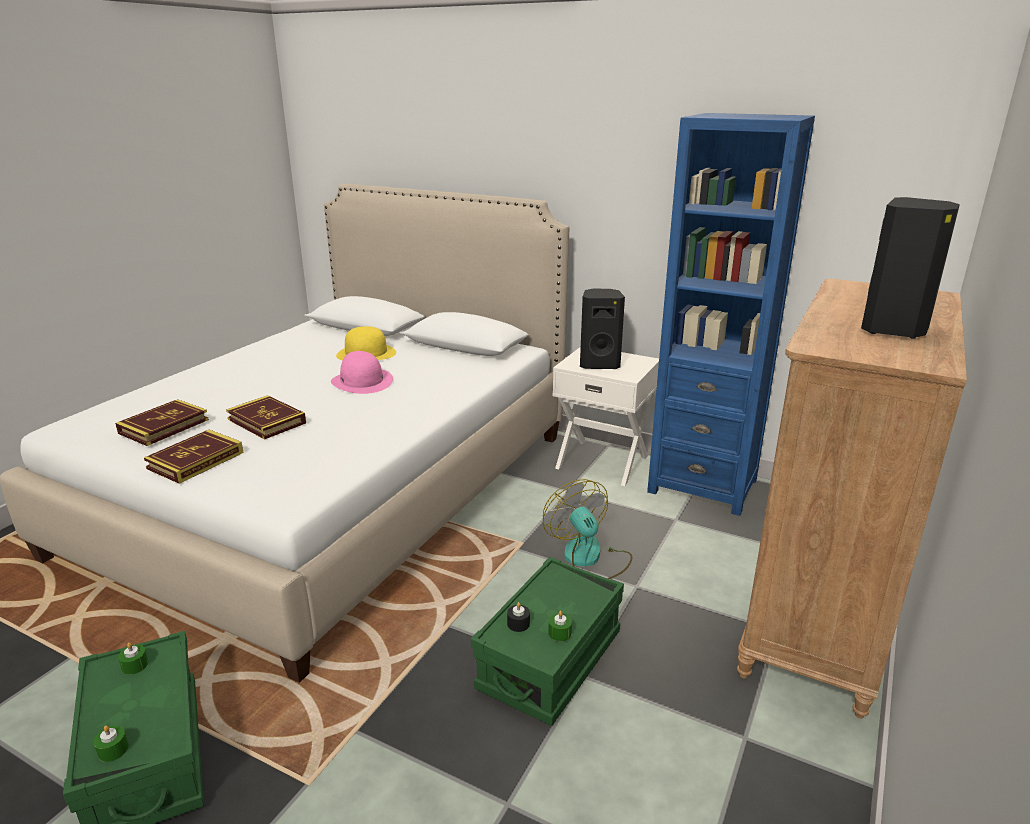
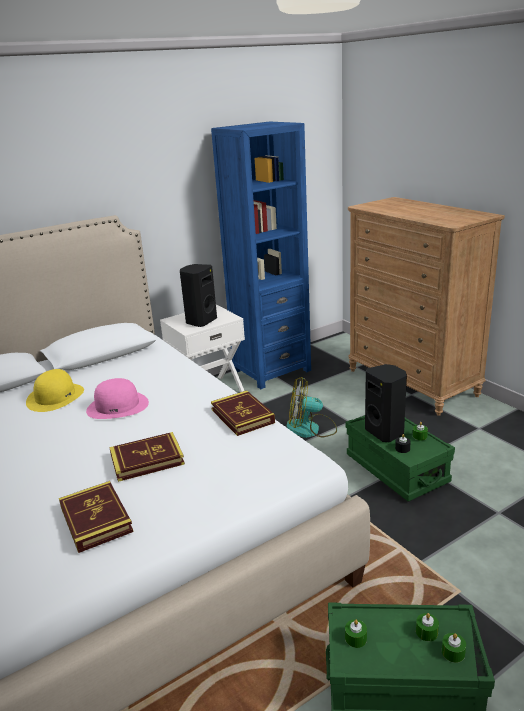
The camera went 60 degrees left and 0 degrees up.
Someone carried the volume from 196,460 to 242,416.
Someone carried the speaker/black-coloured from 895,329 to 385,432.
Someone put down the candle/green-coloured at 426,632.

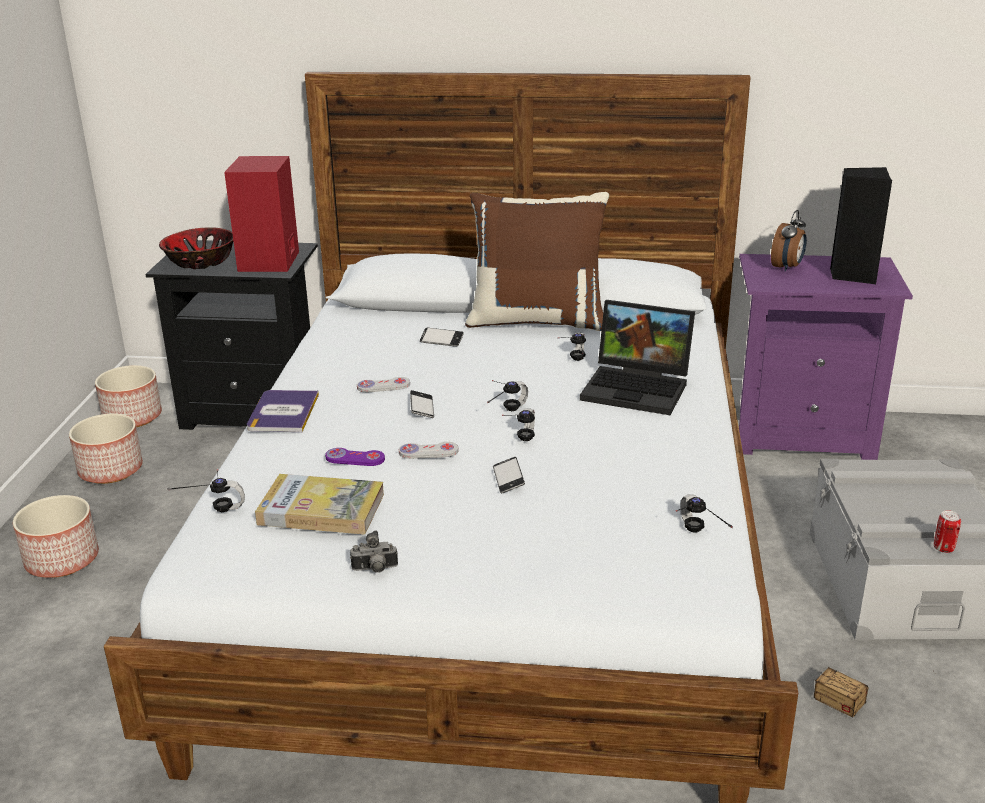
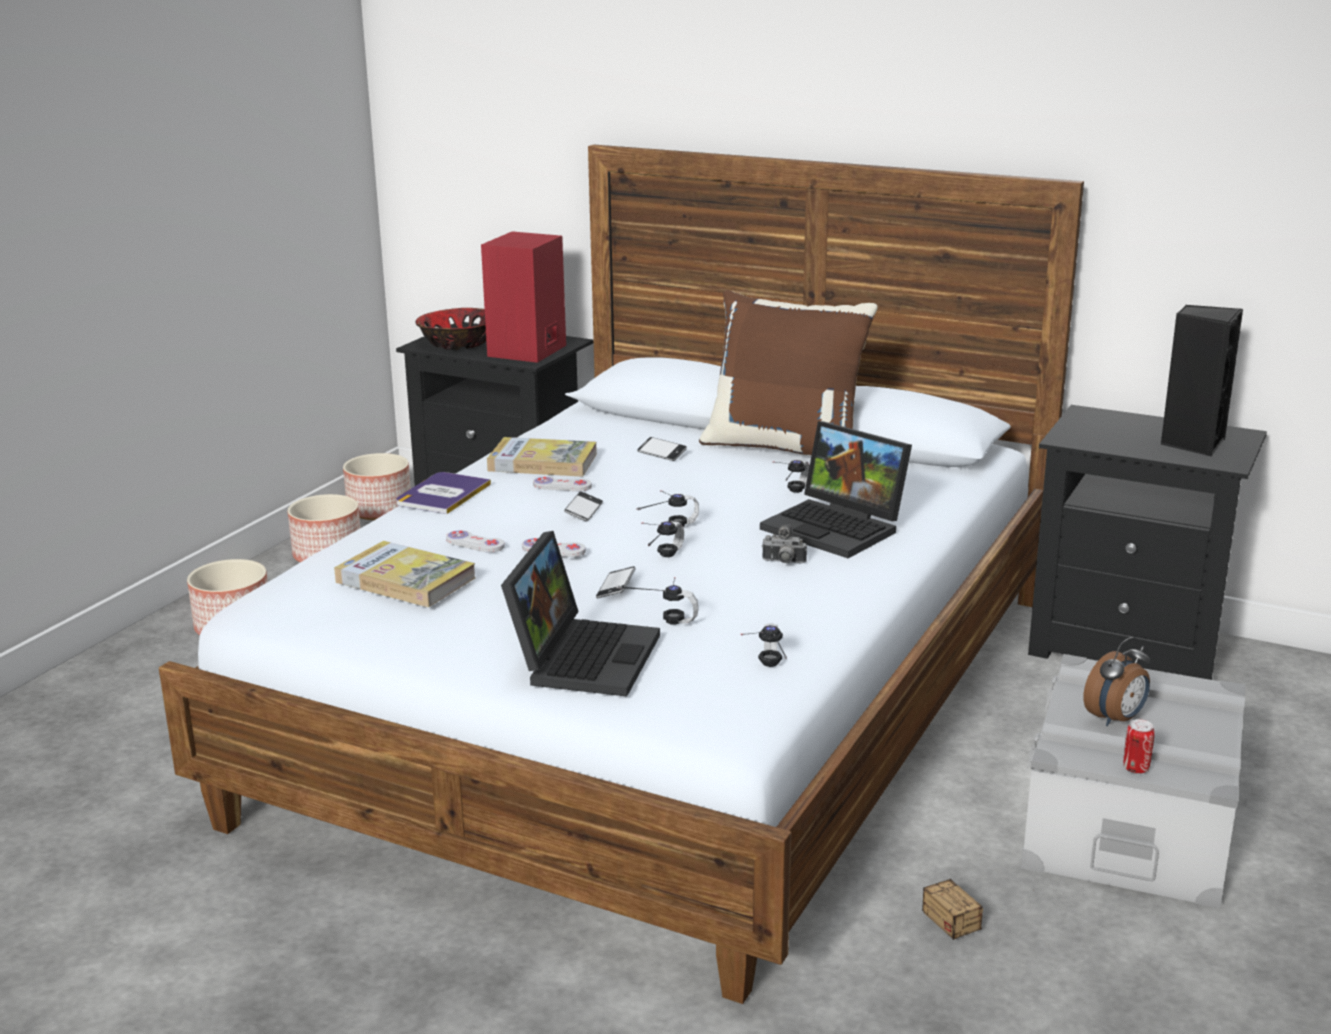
The camera went 20 degrees right and 5 degrees down.
Someone carried the pair of headphones from 212,505 to 662,616.
Someone repainted the game controller/purplish at 355,458, which became the game controller/white at 475,543.
Someone carried the photo camera from 375,570 to 783,563.
Someone repainted the night table/purplish at 801,434, which became the night table/black-coloured at 1130,647.
Someone carried the alarm clock from 787,267 to 1116,719.
Someone put down the volume at 542,462.
Someone put down the portable computer at 582,656.

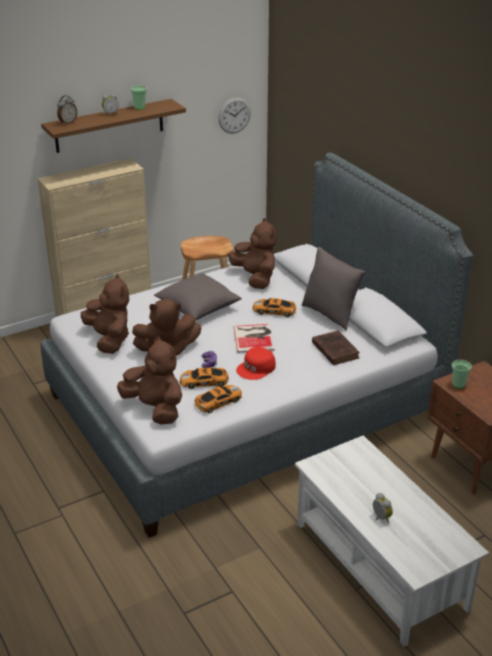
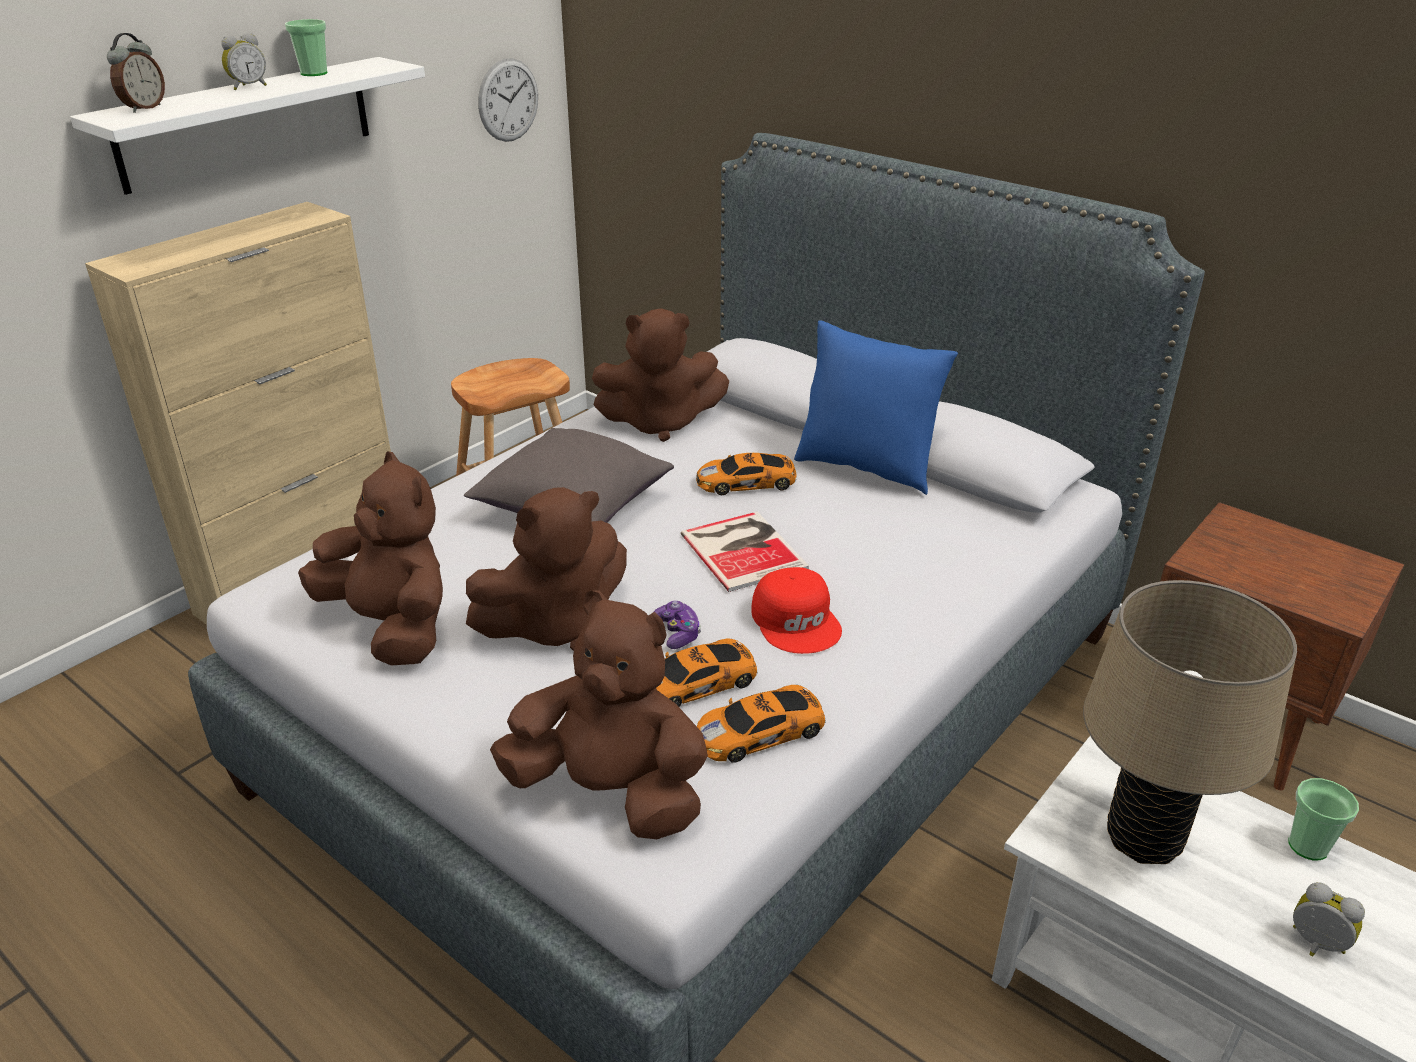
The camera went 20 degrees left and 0 degrees up.
Someone repainted the bracket shelf/brown-coloured at 109,126, which became the bracket shelf/white at 246,123.
Someone rotated the model car at 217,402 by 150 degrees counterclockwise.
Someone rotated the plush toy/brown-coloured at 255,278 by 135 degrees clockwise.
Someone rotated the peaked cap/red-coloured at 256,368 by 45 degrees counterclockwise.
Someone repainted the cushion/grey at 330,314, which became the cushion/bluish at 866,467.
Someone took away the volume/brown-coloured at 334,350.
Someone carried the cup from 458,384 to 1308,846.
Someone put down the table lamp/sand-coloured at 1143,839.

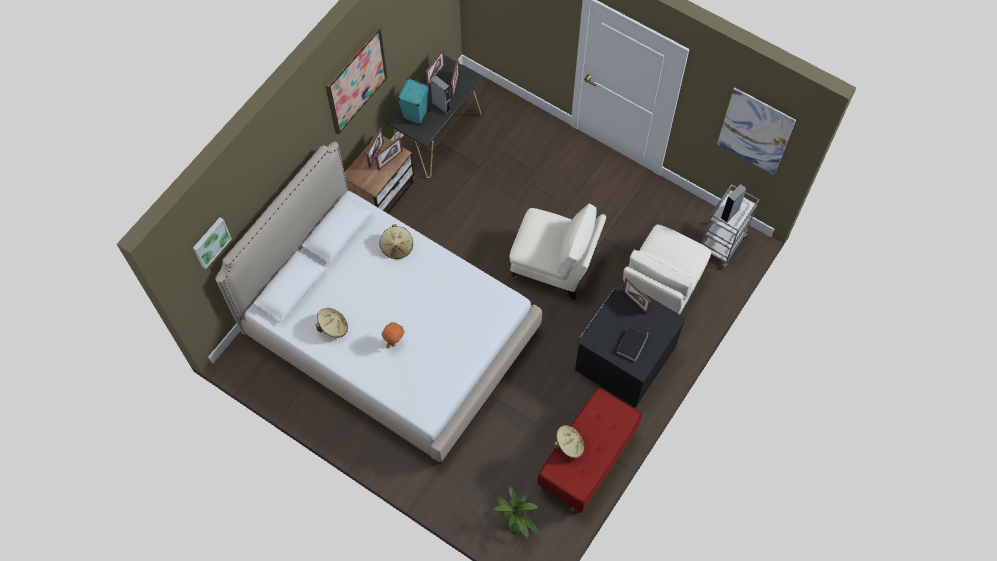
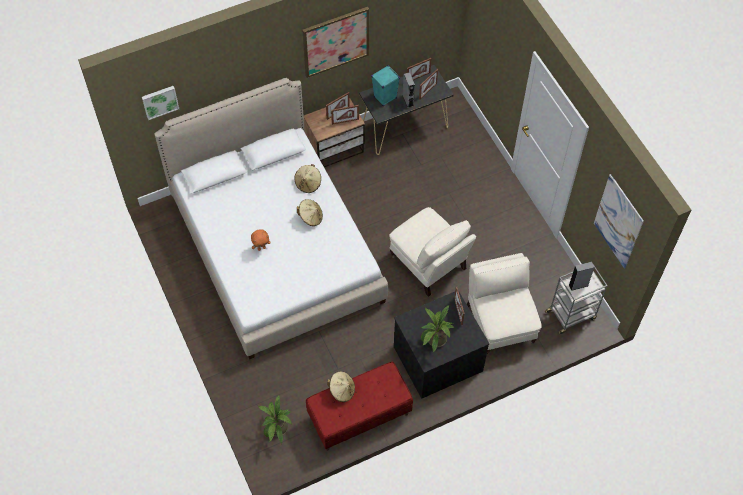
The camera went 30 degrees right and 5 degrees down.
Someone carried the clothing hat/sand-coloured from 333,327 to 310,217.
Someone swapped the volume at 632,344 for the plant in a pot at 434,340.
Someone rotated the lounge chair/sand-coloured at 660,288 by 105 degrees clockwise.

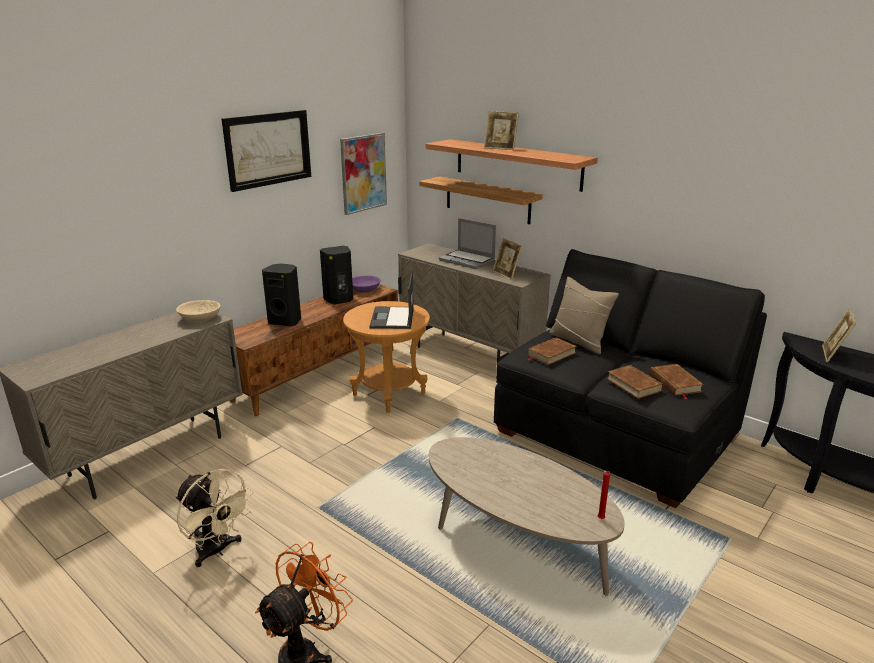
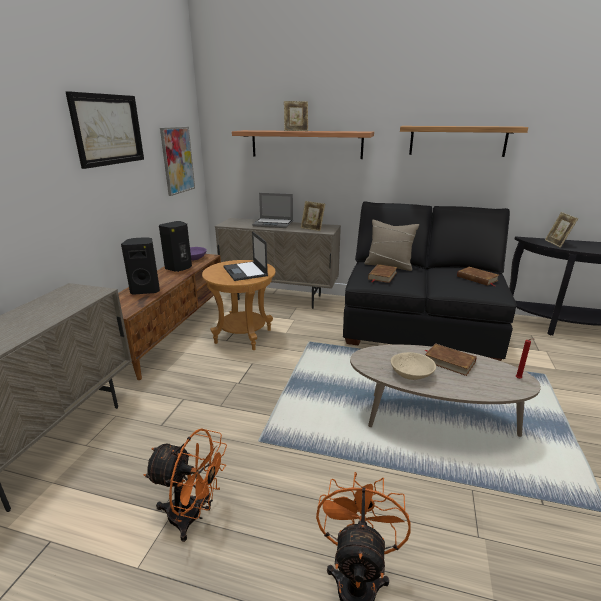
The camera went 25 degrees left and 0 degrees up.
Someone carried the serving bowl/sand-coloured from 200,318 to 411,374.
Someone repainted the electric fan/sand-coloured at 217,551, which became the electric fan/orangey at 193,516.
Someone carried the bracket shelf from 487,200 to 457,141.
Someone carried the volume/brown-coloured from 634,384 to 449,361.

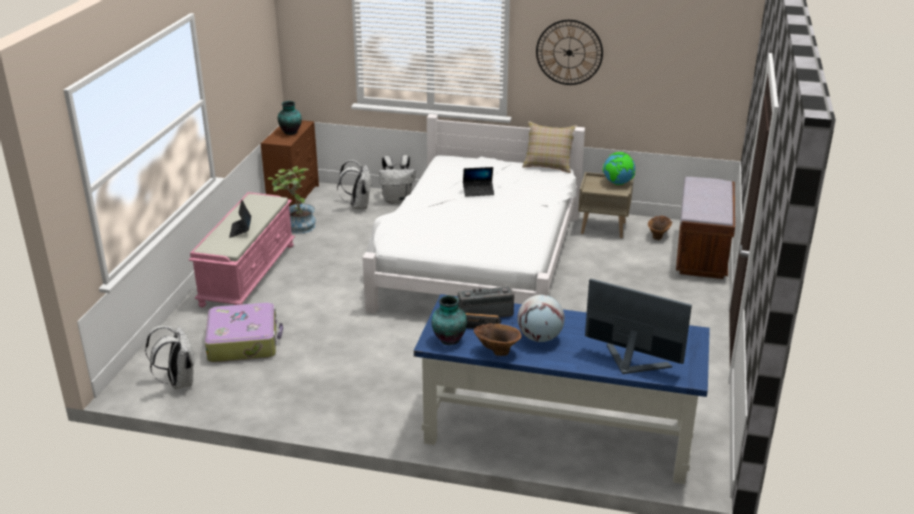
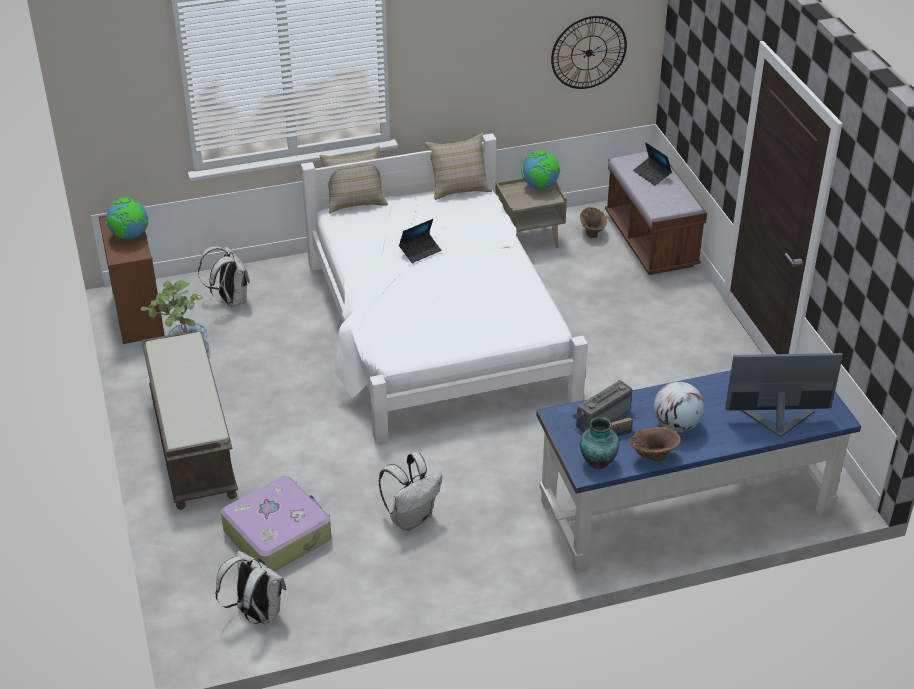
The camera went 30 degrees left and 10 degrees up.
Someone repainted the indoor bench/pinkish at 248,274, which became the indoor bench/brown-coloured at 191,443.
Someone carried the portable computer from 240,230 to 652,175.
Someone swapped the flower vase at 291,132 for the desk globe at 130,236.
Someone carried the knapsack/white from 397,200 to 411,518.
Someone carried the clock on the wall from 569,52 to 588,52.
Someone put down the cushion/sand-coloured at 355,201.

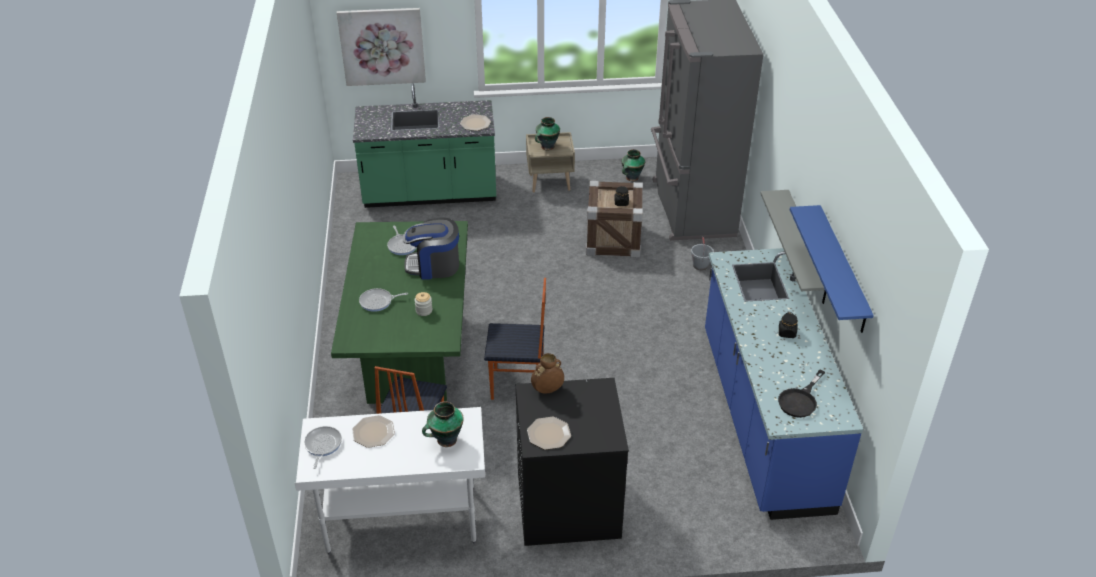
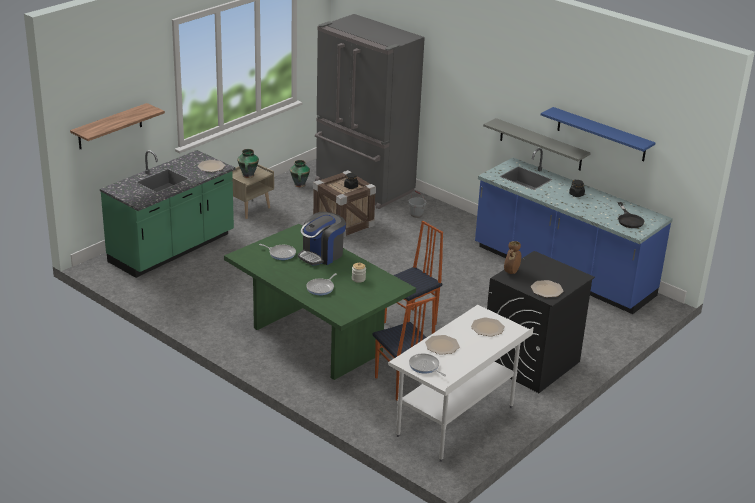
The camera went 45 degrees left and 10 degrees down.
Someone swapped the picture at 382,46 for the bracket shelf at 110,126.
Someone swapped the flower vase at 445,440 for the plate at 487,328.

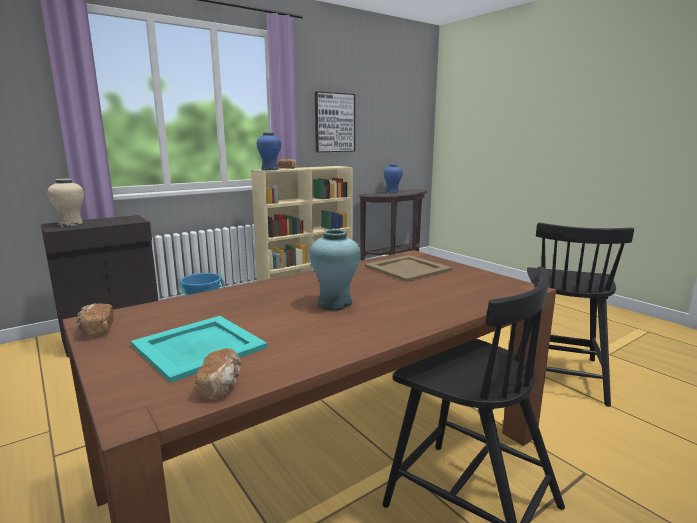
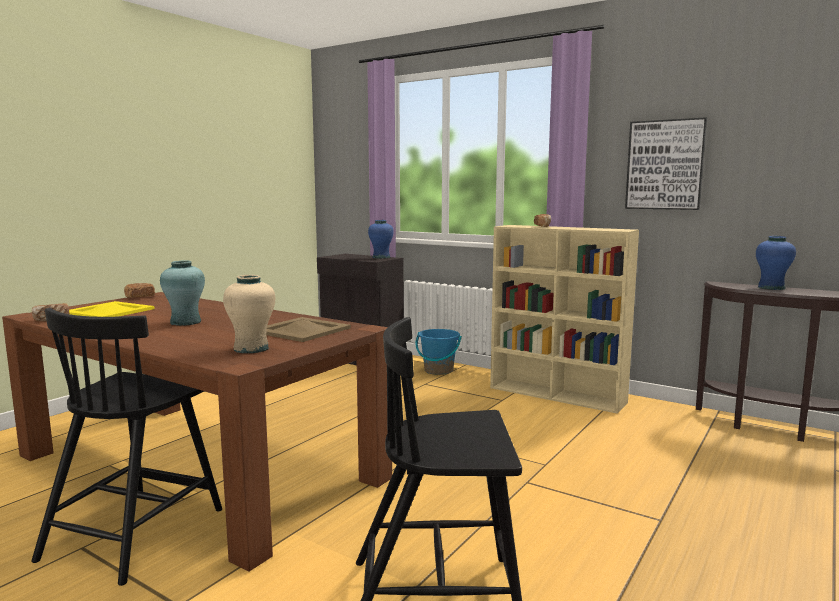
The camera went 70 degrees right and 5 degrees down.
Someone carried the flower vase/sand-coloured from 70,225 to 251,348.
Someone repainted the serving tray/turquoise-coloured at 200,346, which became the serving tray/yellow-coloured at 109,311.
Someone carried the flower vase/bluish from 270,169 to 381,257.

